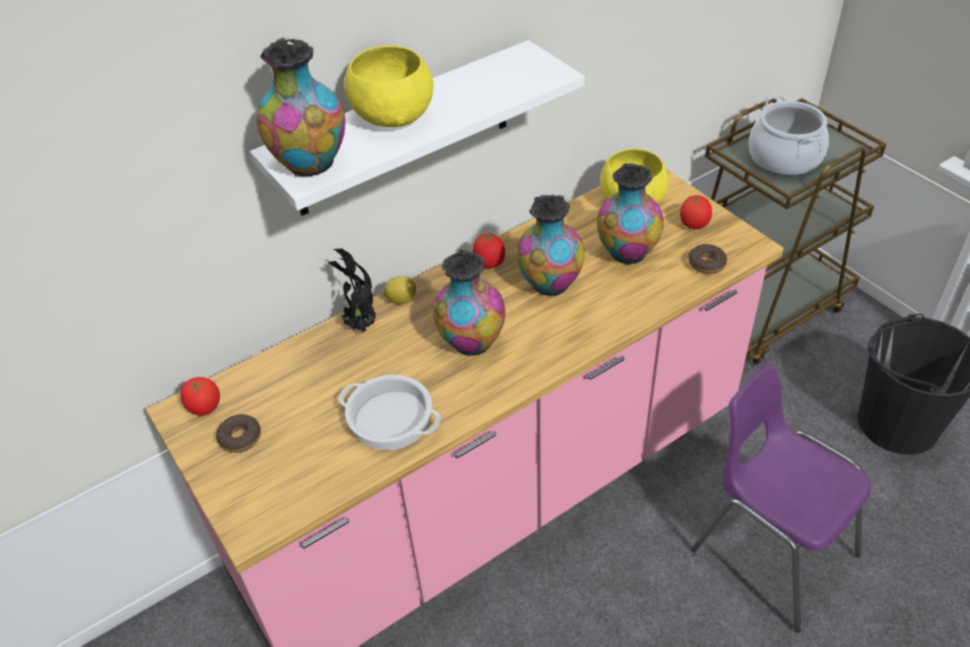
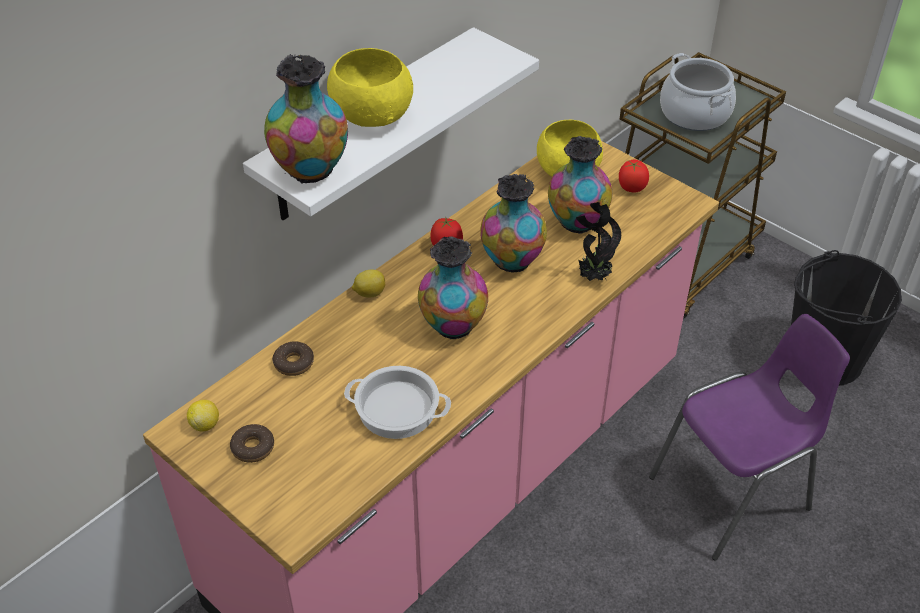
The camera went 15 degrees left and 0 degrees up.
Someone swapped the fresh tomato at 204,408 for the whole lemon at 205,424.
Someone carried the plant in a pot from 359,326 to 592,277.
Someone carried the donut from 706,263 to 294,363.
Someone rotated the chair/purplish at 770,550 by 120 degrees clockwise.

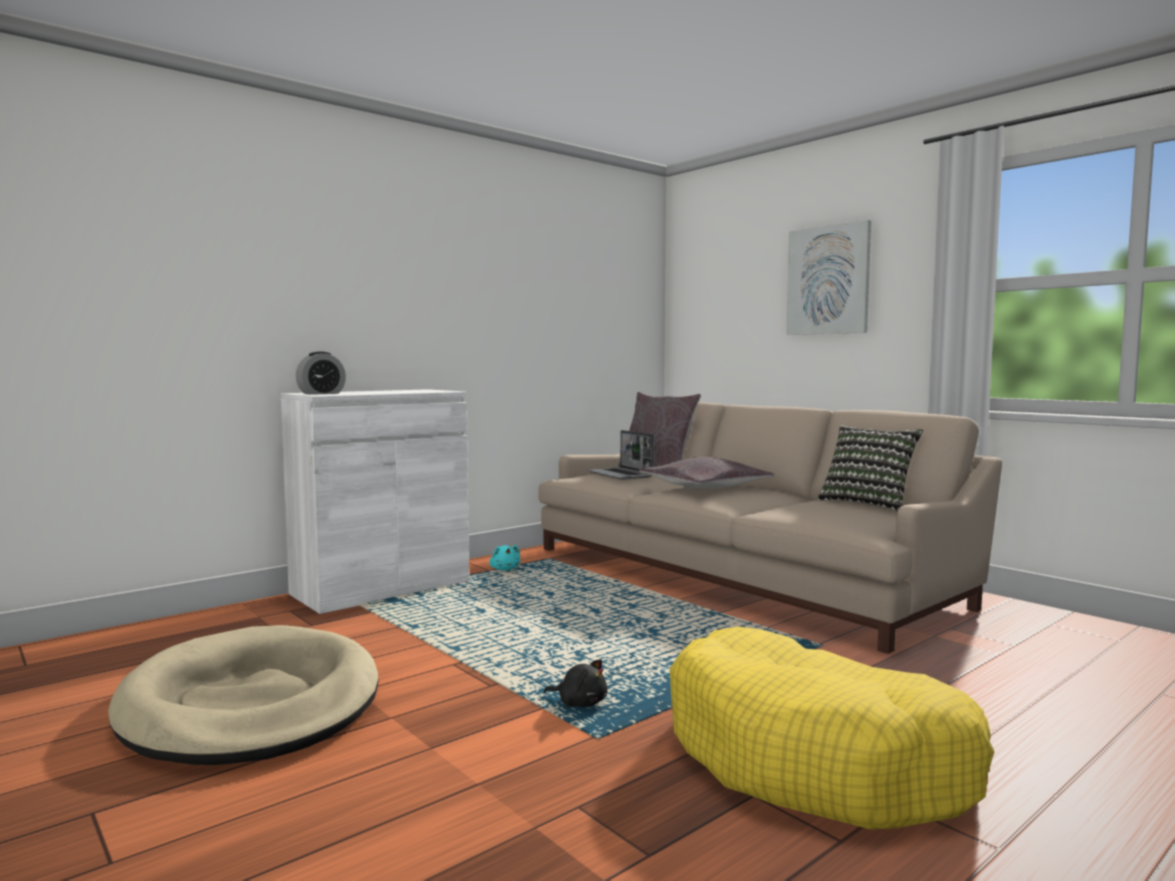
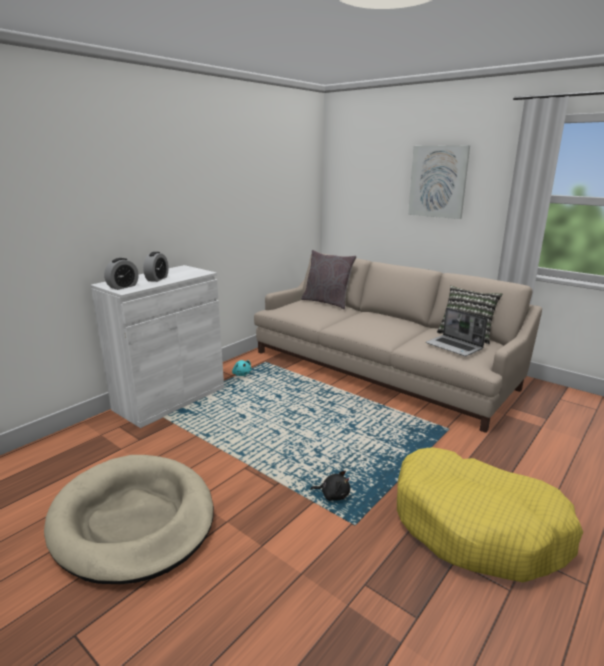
The camera went 10 degrees left and 15 degrees up.
Someone carried the portable computer from 621,475 to 454,347.
Someone took away the cushion/grey at 704,487.
Someone put down the alarm clock at 157,279.

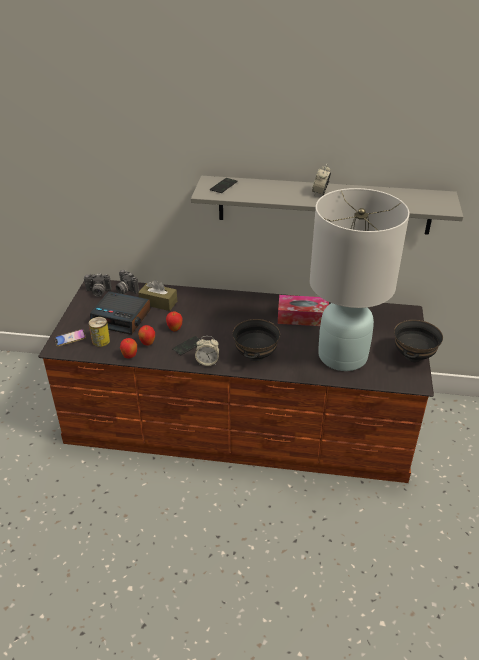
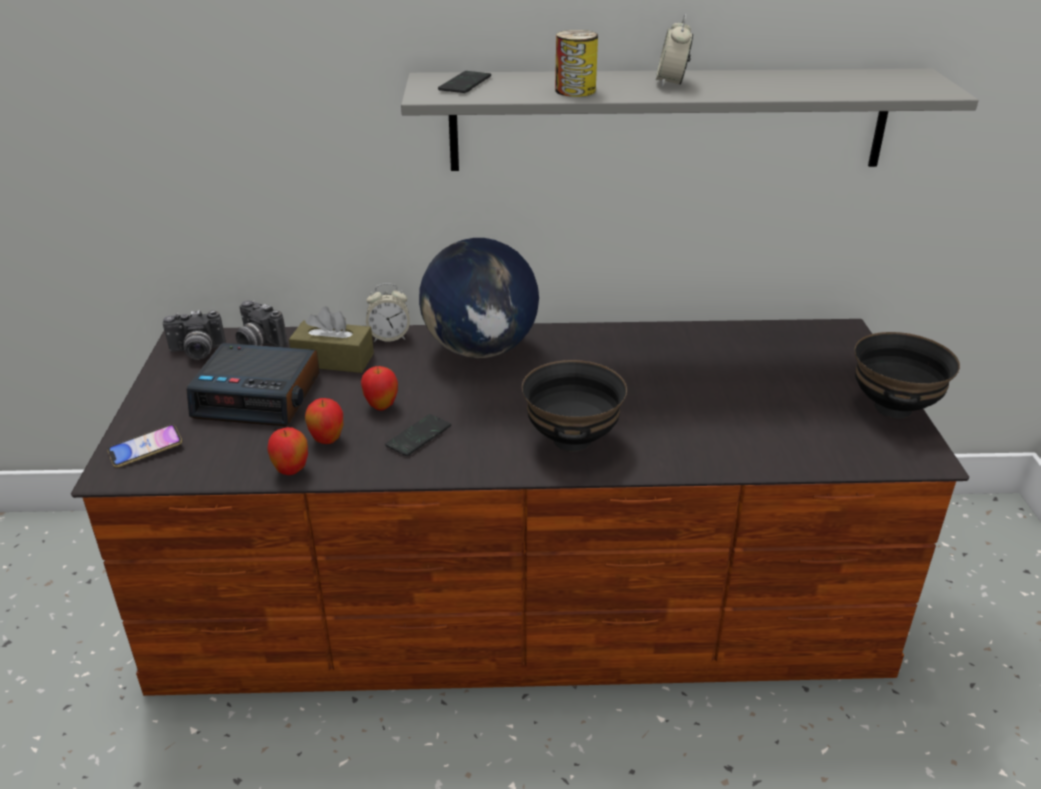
The camera went 10 degrees left and 5 degrees down.
Someone carried the can from 101,341 to 575,90.
Someone carried the alarm clock from 207,362 to 389,337.
Someone took away the tissue holder at 302,317.
Someone took away the table lamp/white at 342,356.
Someone put down the desk globe at 481,350.

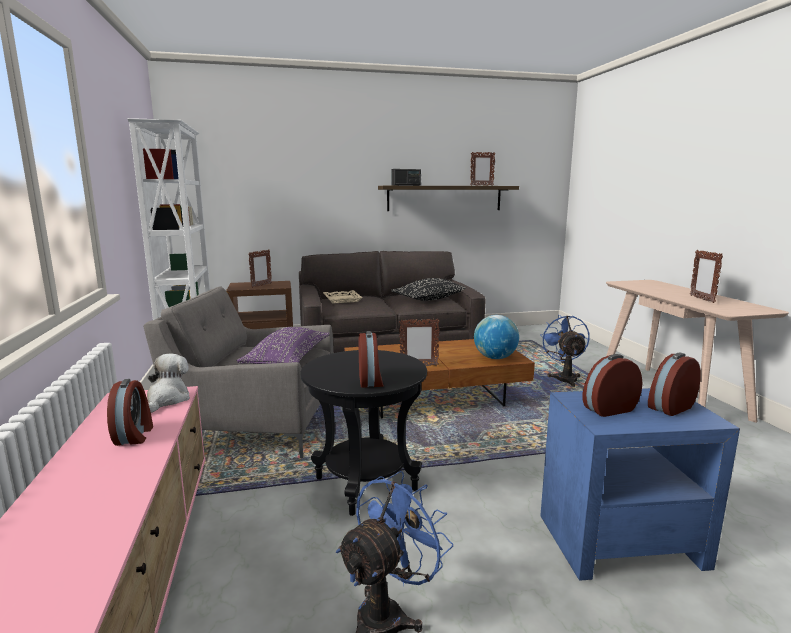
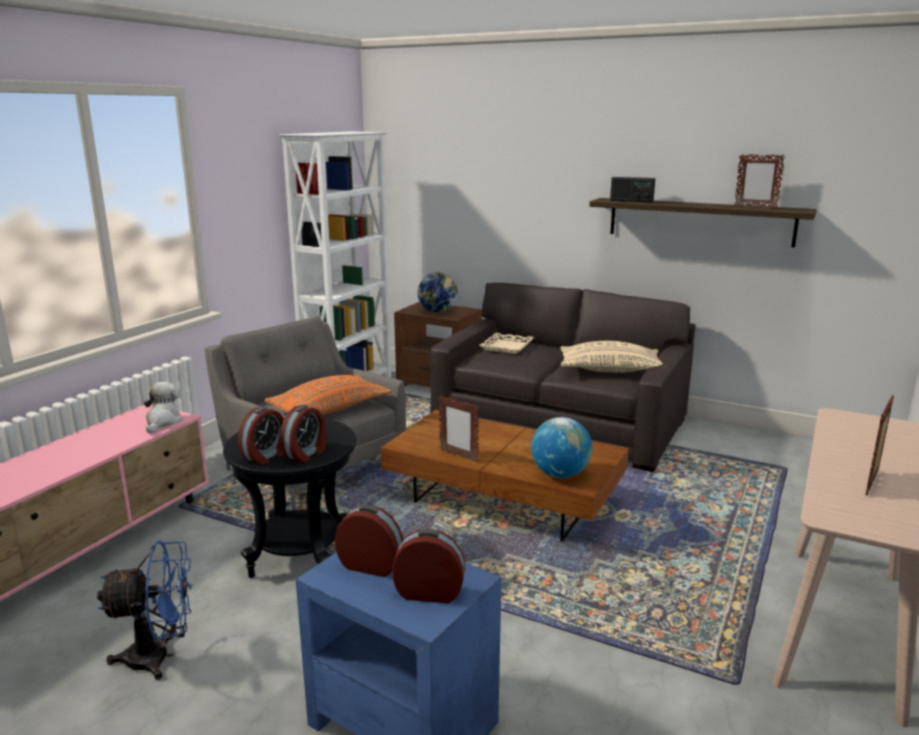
The camera went 40 degrees right and 5 degrees up.
Someone carried the alarm clock from 134,435 to 306,454.
Someone rotated the plush toy at 167,400 by 45 degrees counterclockwise.
Someone repainted the cushion/purplish at 287,359, which became the cushion/orangey at 330,409.
Someone swapped the photo frame at 261,285 for the desk globe at 437,311.
Someone repainted the cushion/black-coloured at 431,299, which became the cushion/sand-coloured at 610,370.
Someone took away the electric fan/bluish at 564,378.

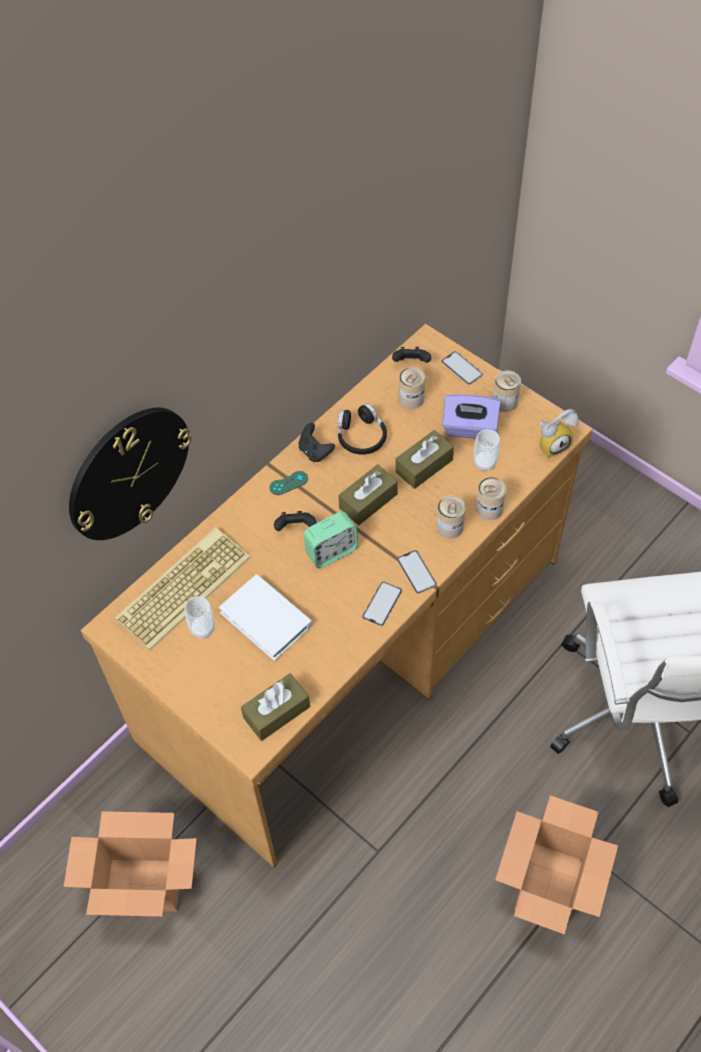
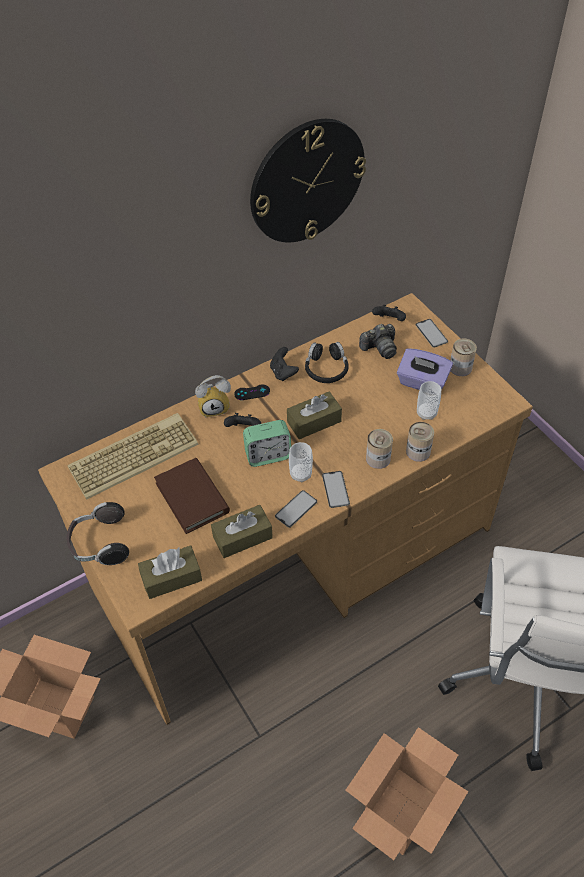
The camera went 15 degrees right and 5 degrees down.
Someone carried the clock on the wall from 128,473 to 306,181.
Someone carried the cup from 203,629 to 300,474.
Someone repainted the volume/white at 266,619, which became the volume/brown-coloured at 192,497.
Someone repainted the game controller/green-coloured at 288,483, which became the game controller/black-coloured at 252,392.
Someone carried the tissue holder/brown-coloured from 424,466 to 242,537.
Someone swapped the can at 411,398 for the photo camera at 380,348.
Someone carried the alarm clock from 552,443 to 215,407.
Someone put down the pair of headphones at 100,544.

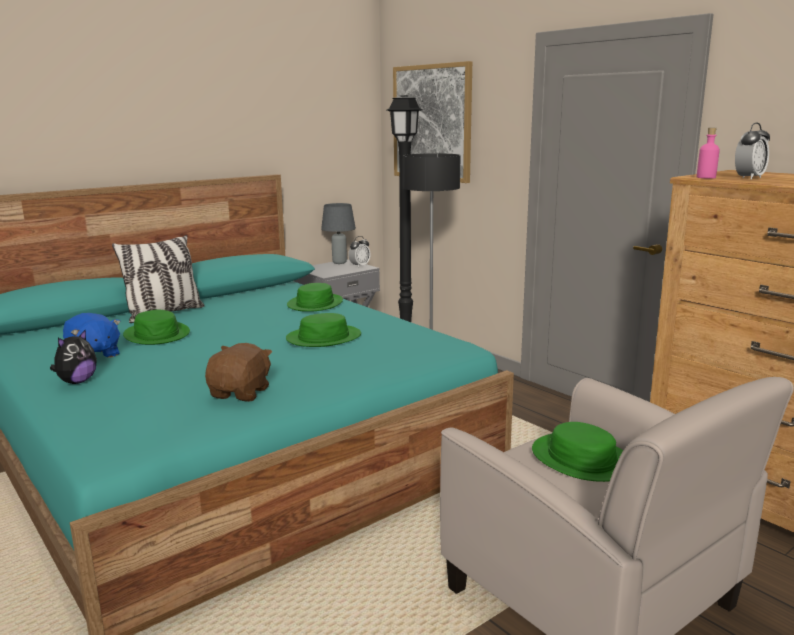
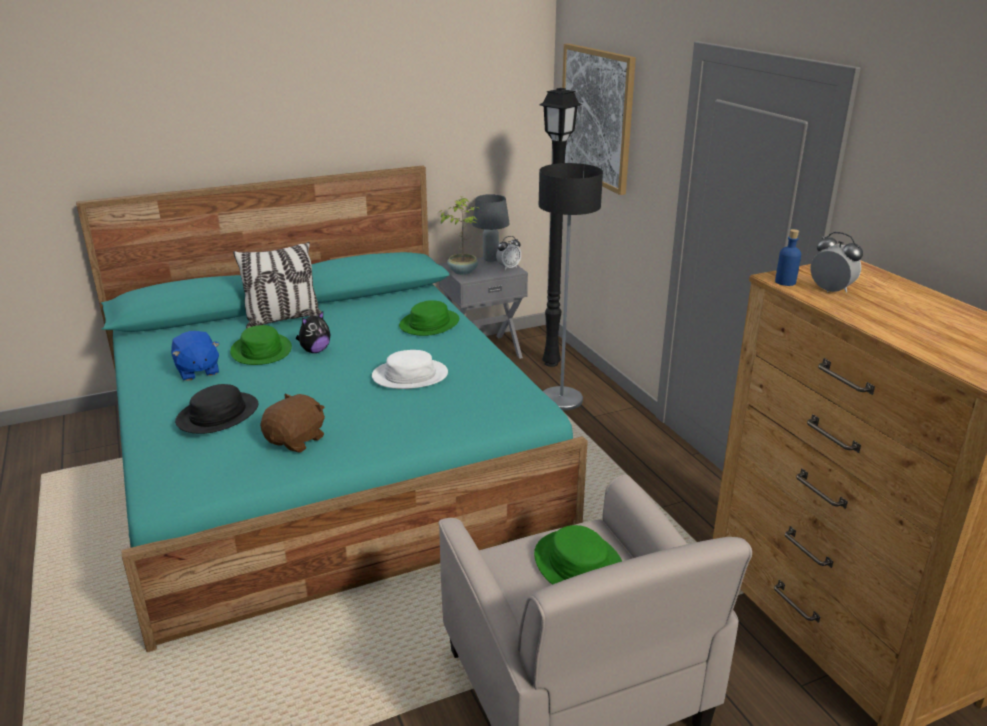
The camera went 15 degrees right and 10 degrees up.
Someone carried the plush toy from 77,381 to 315,351.
Someone repainted the clothing hat/green-coloured at 323,337, which became the clothing hat/white at 410,375.
Someone repainted the beverage bottle/pinkish at 706,177, which became the beverage bottle/bluish at 785,282.
Someone rotated the alarm clock at 749,178 by 105 degrees counterclockwise.
Someone put down the clothing hat/black-coloured at 218,414.
Someone put down the plant in a pot at 462,271.

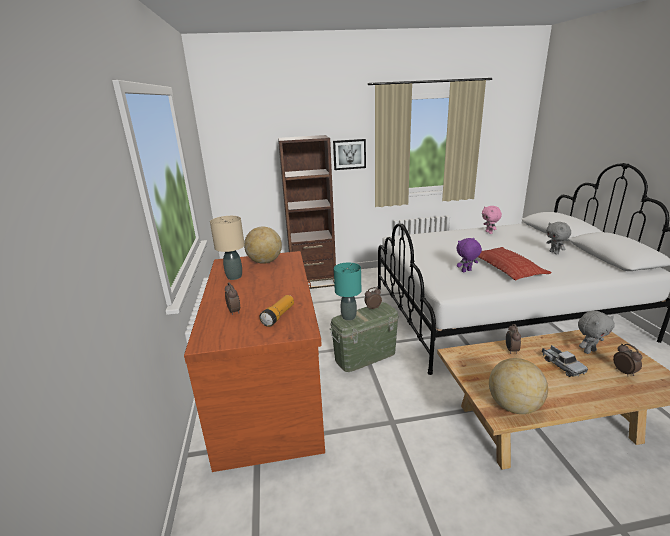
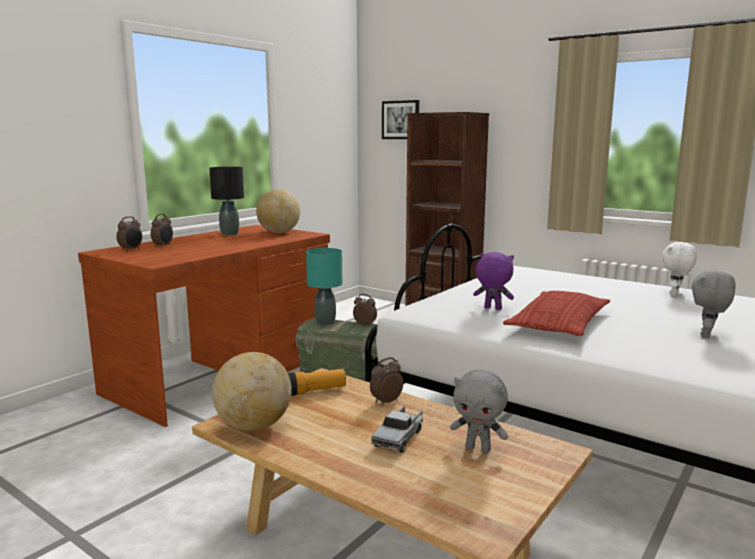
The camera went 45 degrees right and 10 degrees down.
Someone repainted the table lamp/sand-coloured at 234,277, which became the table lamp/black-coloured at 230,234.
Someone carried the hand torch from 278,316 to 316,391.
Someone carried the picture from 349,154 to 401,120.
Someone repainted the plush toy/pinkish at 489,232, which became the plush toy/white at 675,294.
Someone carried the alarm clock from 624,372 to 131,250.

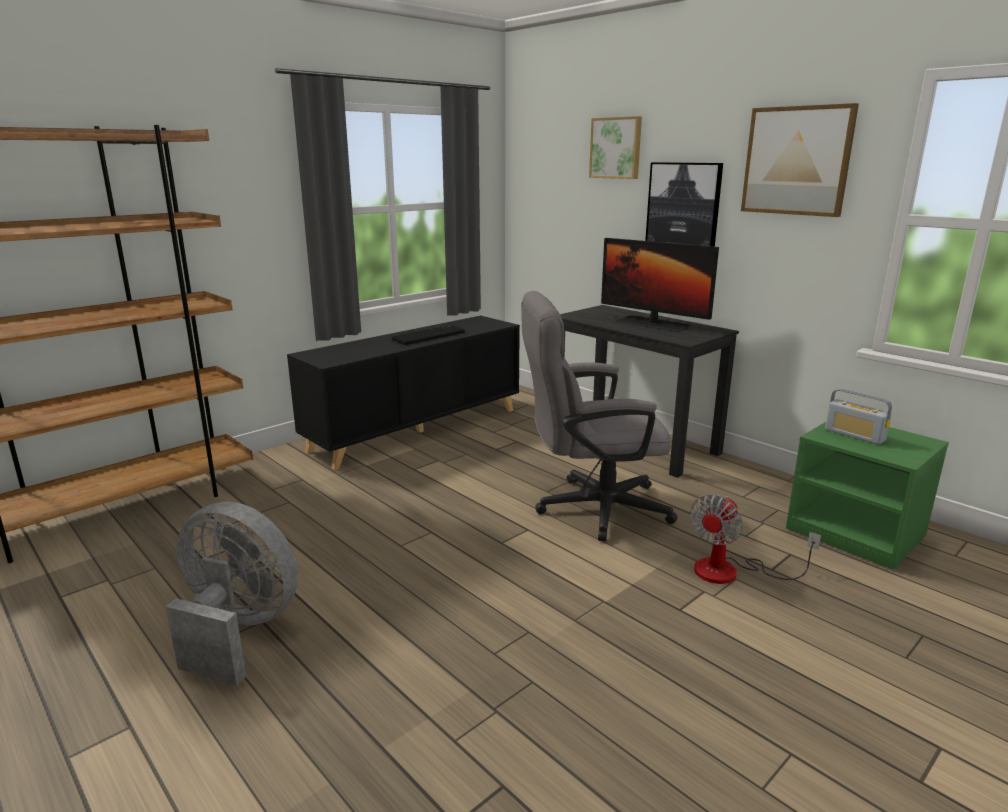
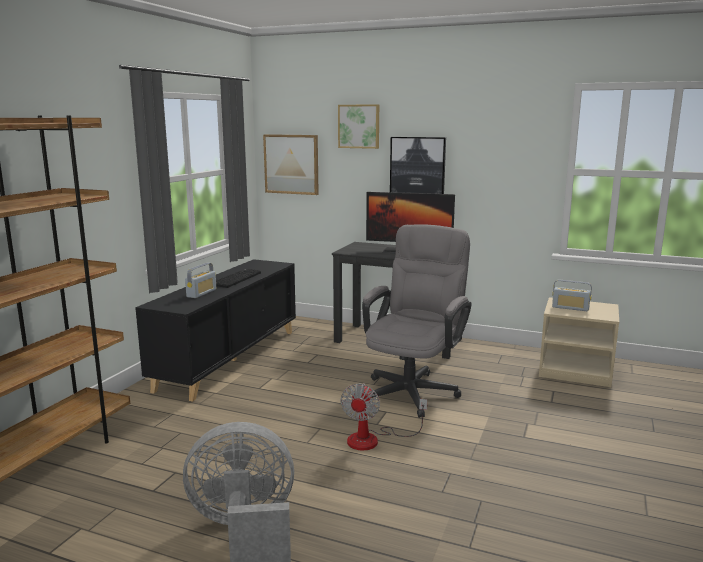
The camera went 25 degrees left and 5 degrees down.
Someone rotated the desk chair/grey at 590,508 by 150 degrees clockwise.
Someone carried the electric fan from 731,572 to 373,439.
Someone carried the picture from 797,161 to 291,164.
Someone repainted the night table/green-coloured at 856,533, which became the night table/sand-coloured at 576,371.
Someone put down the radio set at 201,293.

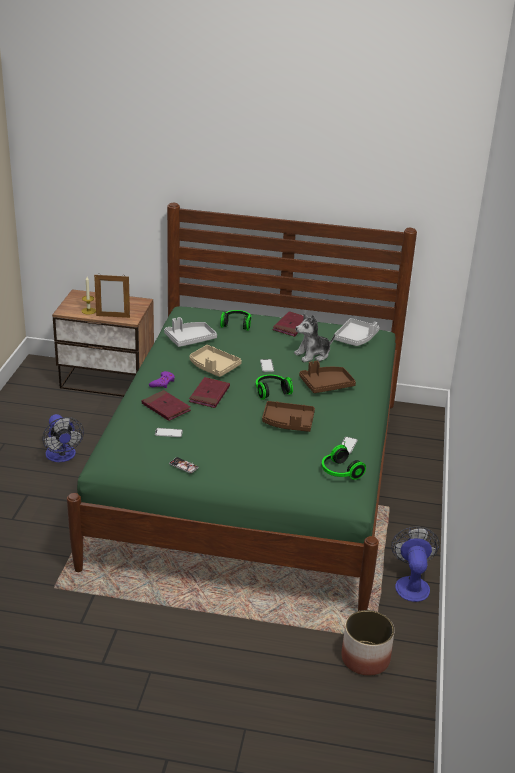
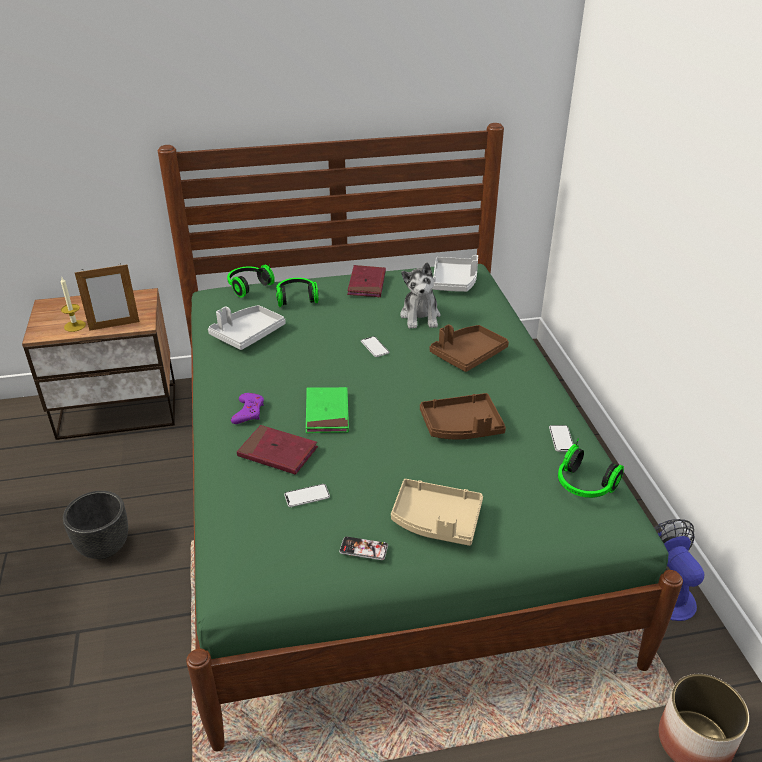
The camera went 20 degrees left and 5 degrees up.
Someone swapped the electric fan at 62,456 for the plant pot/black-coloured at 104,547.
Someone carried the serving tray/sand-coloured from 213,367 to 436,521.
Someone repainted the volume/red-coloured at 209,395, which became the volume/green-coloured at 327,413.
Someone carried the pair of headphones from 271,391 to 248,286.
Someone rotated the plush toy at 313,355 by 45 degrees counterclockwise.

